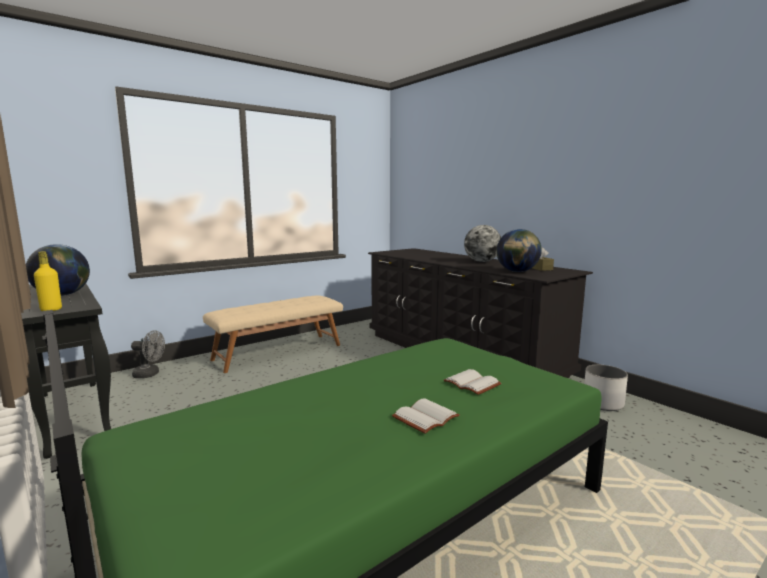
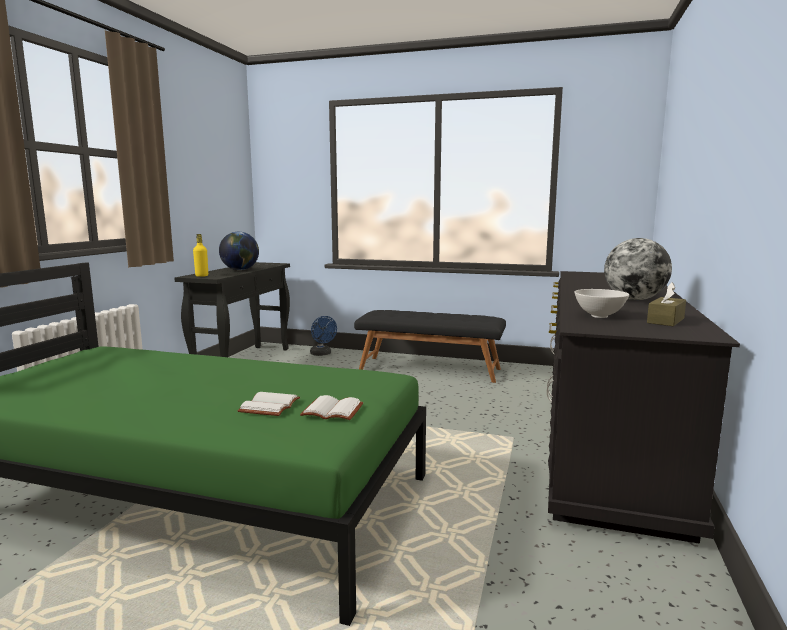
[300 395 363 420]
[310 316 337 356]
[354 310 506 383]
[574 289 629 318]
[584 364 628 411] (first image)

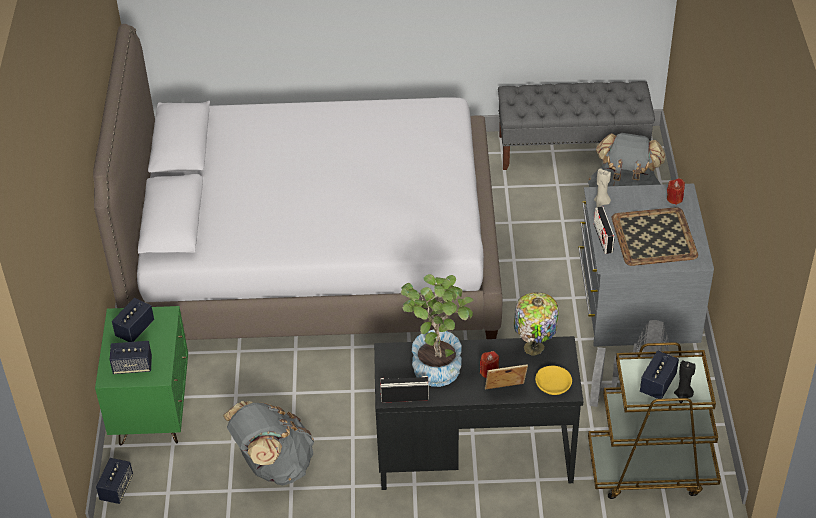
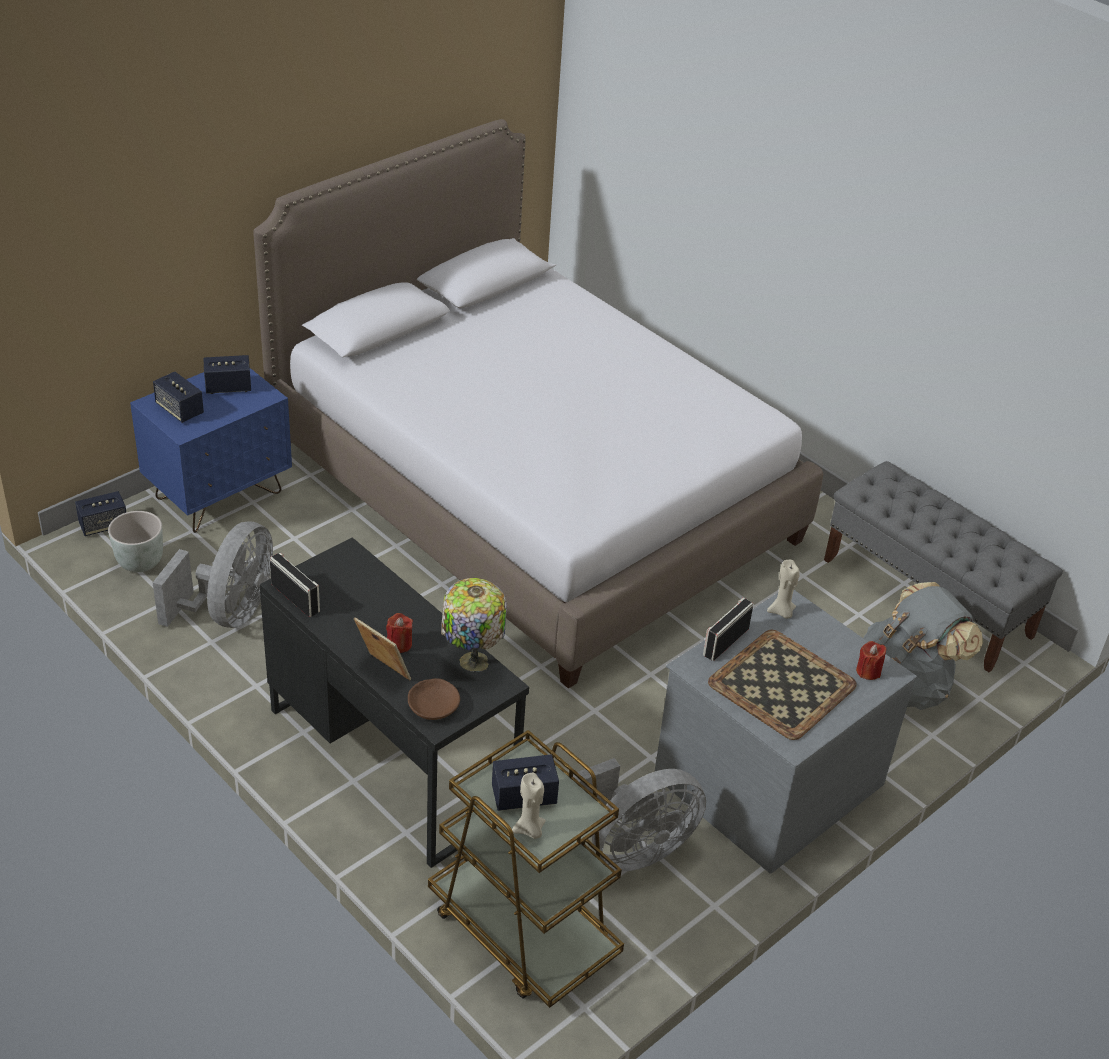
[108 511 163 572]
[130 368 292 533]
[153 521 273 628]
[408 678 460 720]
[512 773 546 839]
[401 274 473 387] (first image)

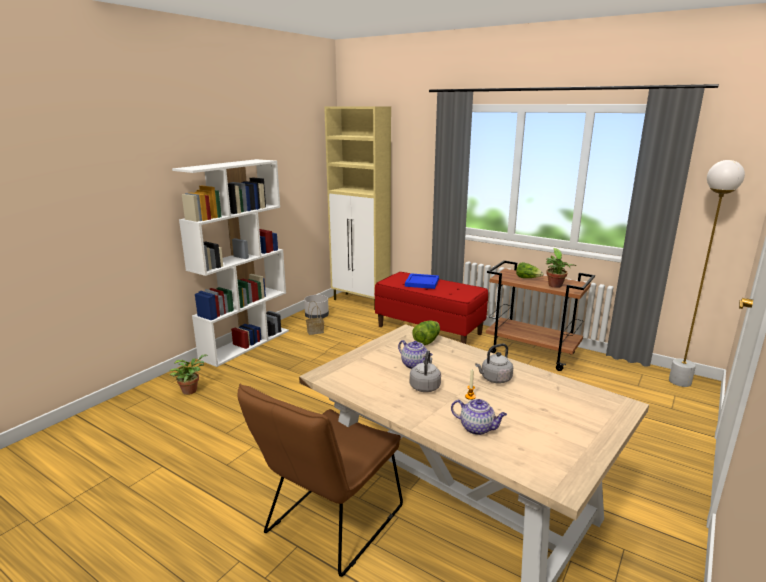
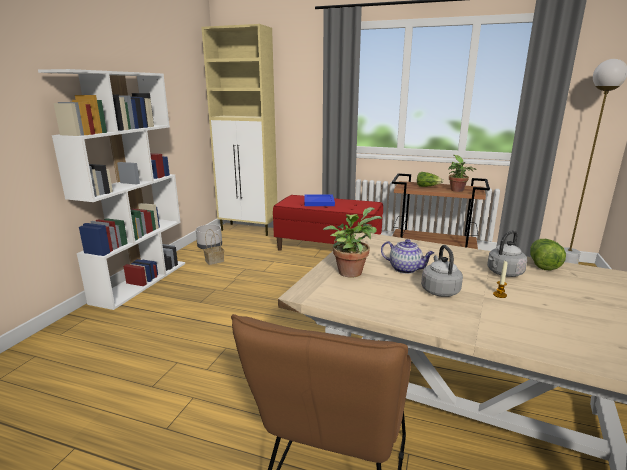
[323 207 382 278]
[530 239 566 271]
[451 399 507 435] (first image)

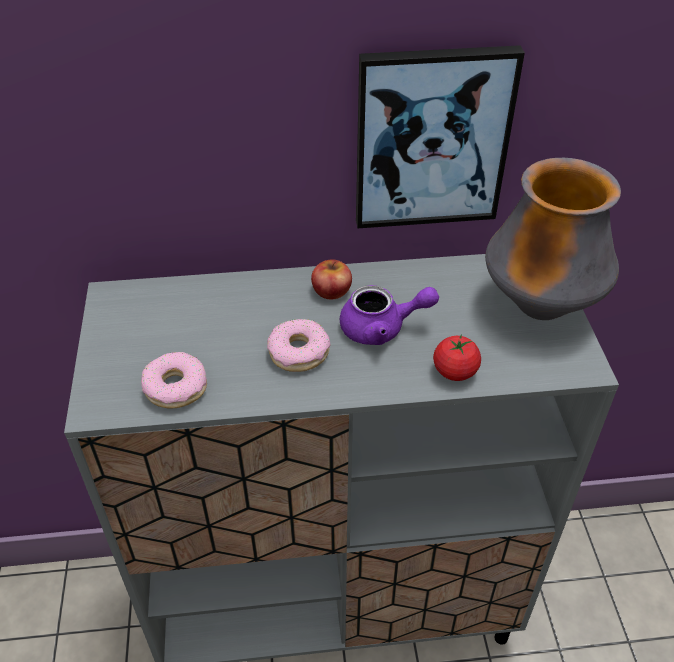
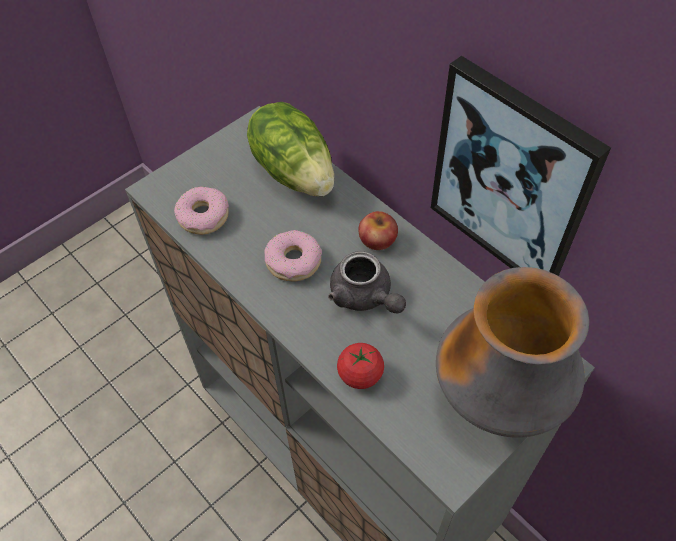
[247 102 334 196]
[328 251 406 313]

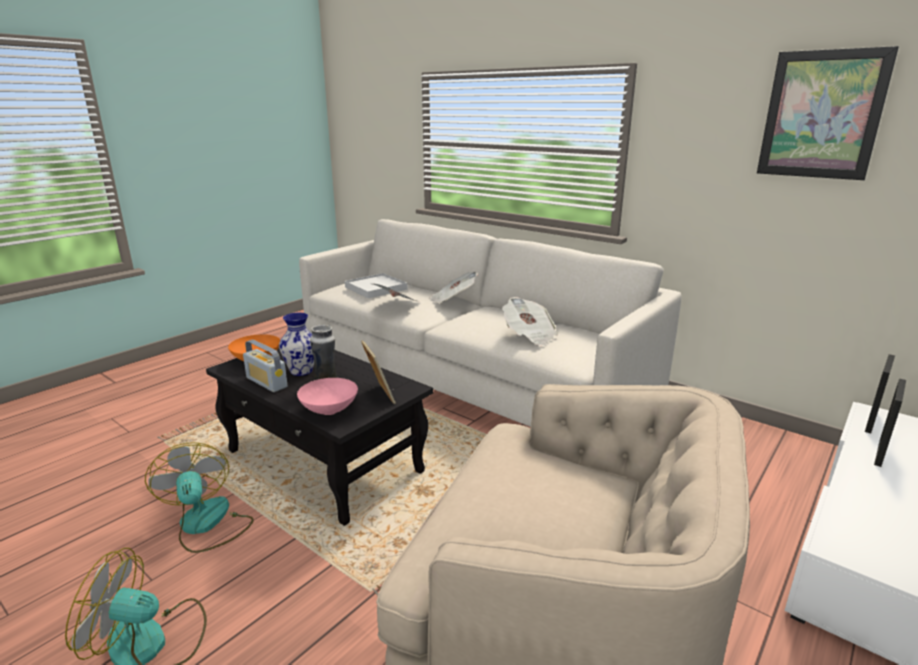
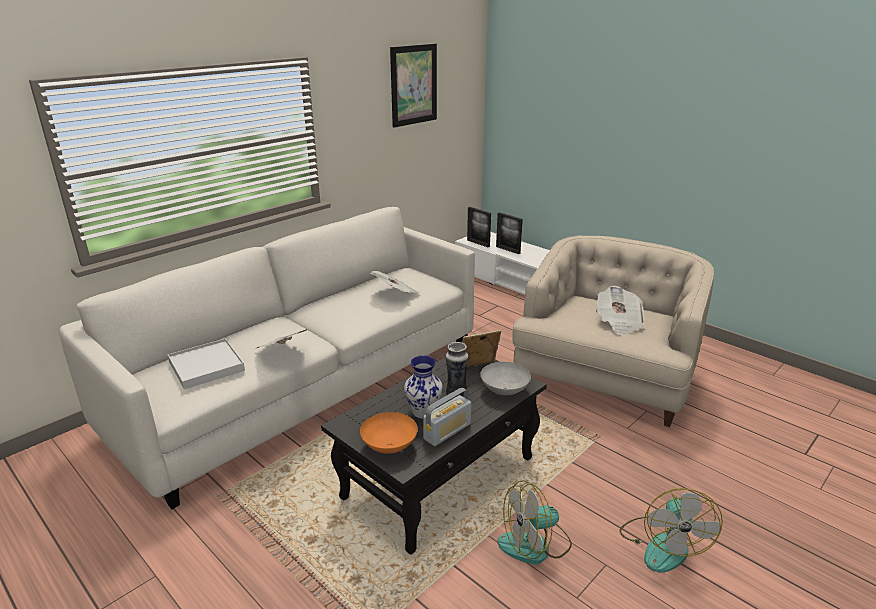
[480 362 531 395]
[596 286 644 335]

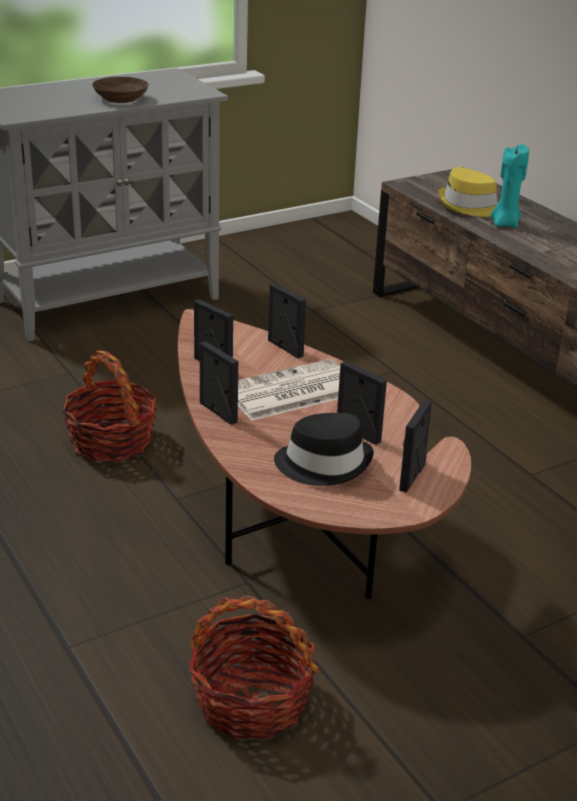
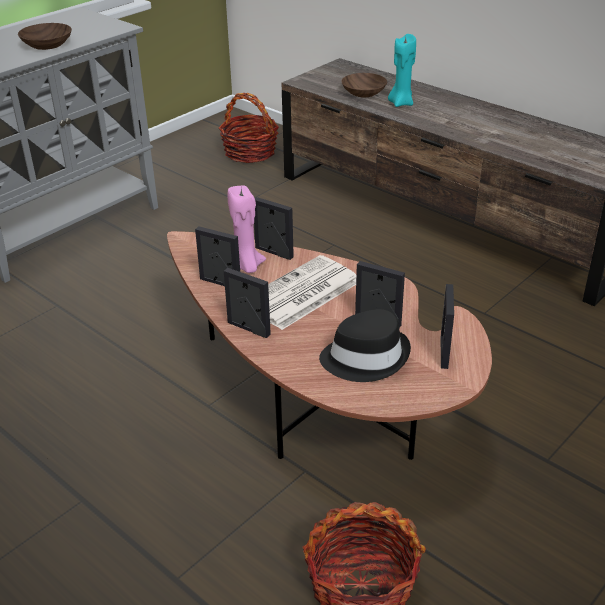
[219 93 279 163]
[227 185 266 273]
[341 73 387 97]

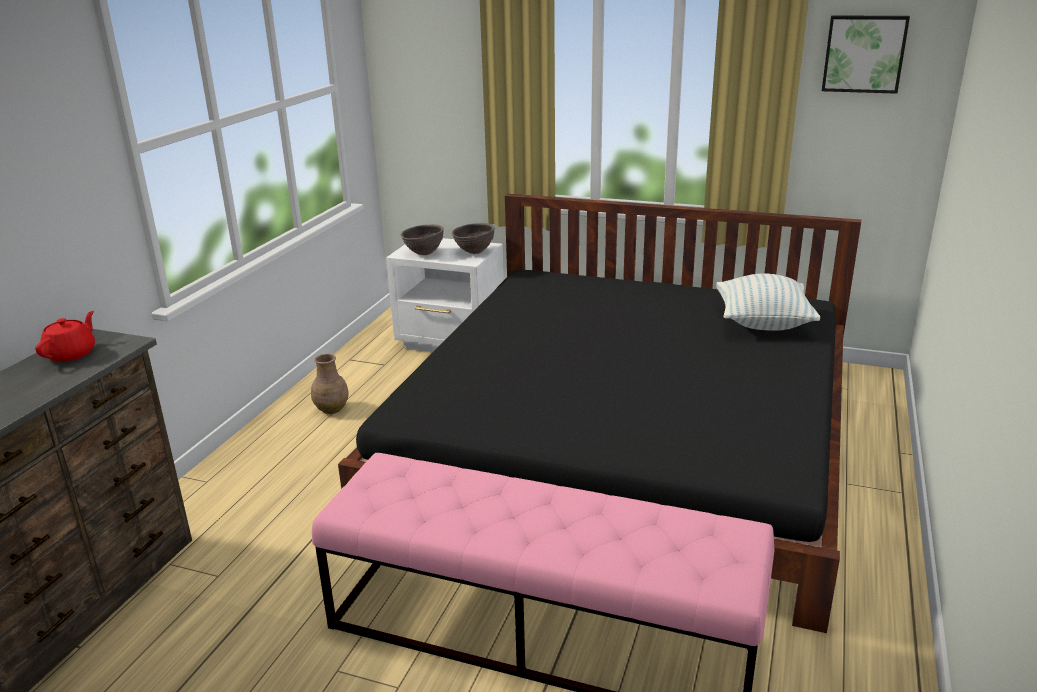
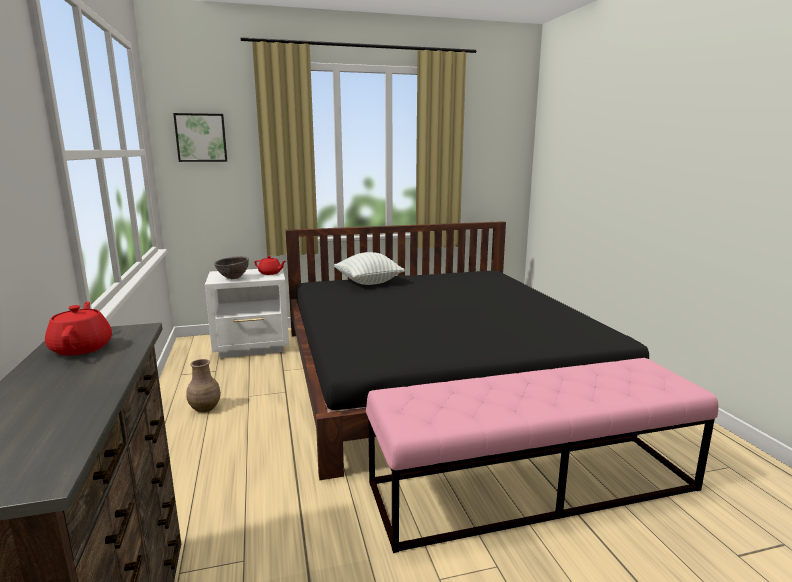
[173 113 227 162]
[254 256 286 275]
[334 252 405 285]

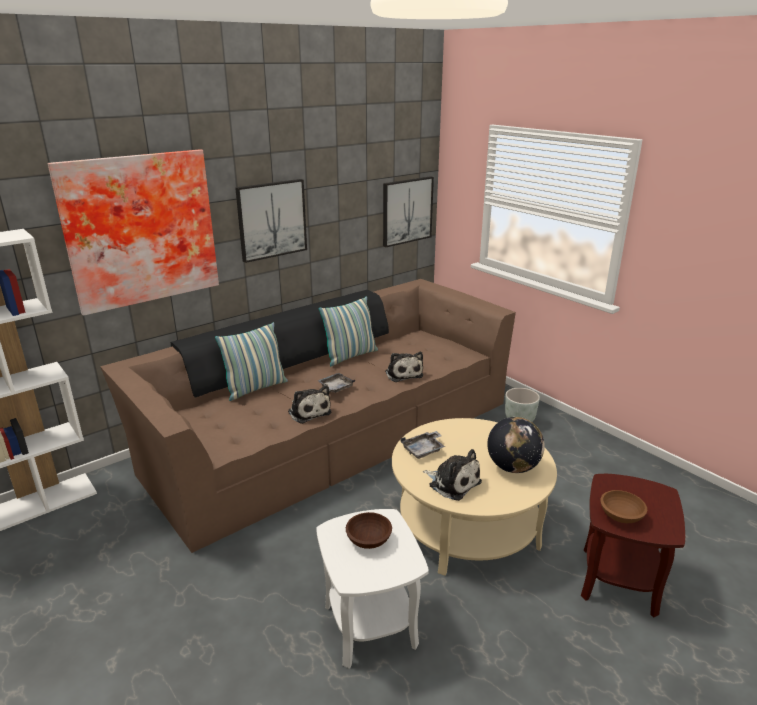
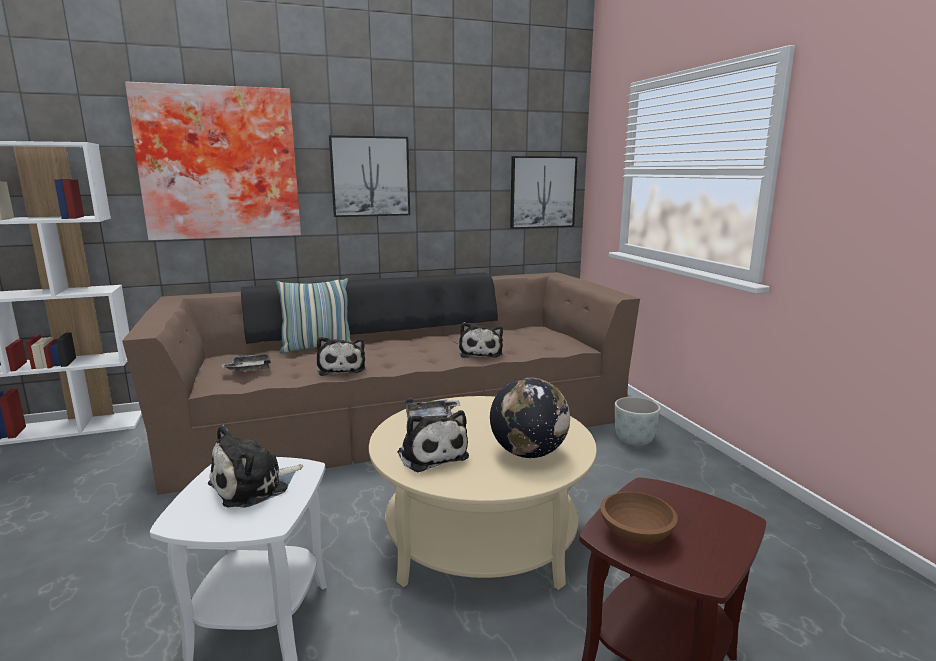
[208 425 303 508]
[222 354 271 371]
[319 296 378 366] (first image)

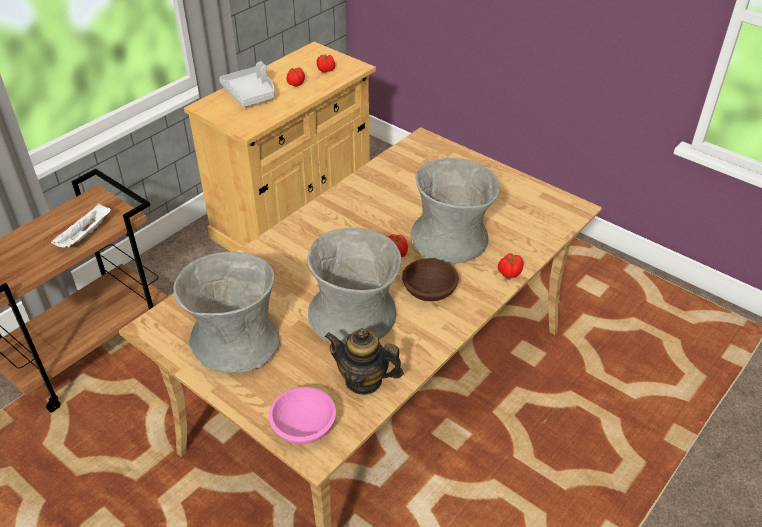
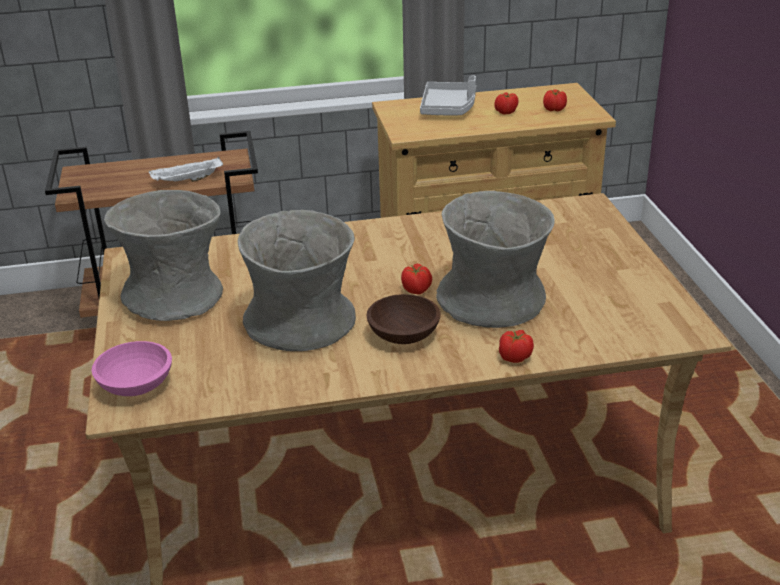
[325 328 404 395] (first image)

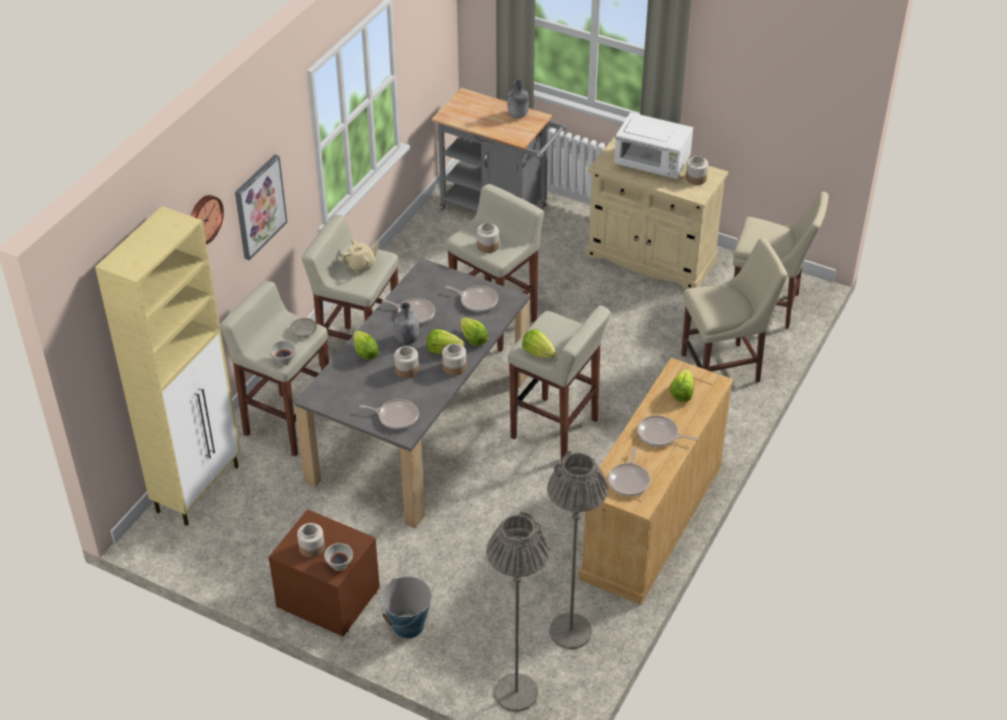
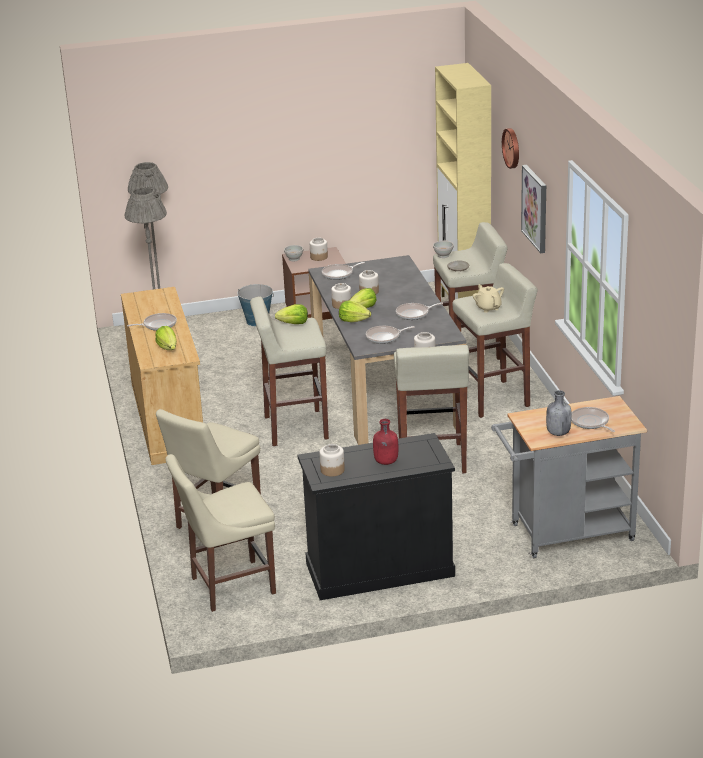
[297 433 455 600]
[373 419 398 465]
[473 284 504 313]
[571 407 615 432]
[354 330 379 360] (first image)
[394 302 419 344] (first image)

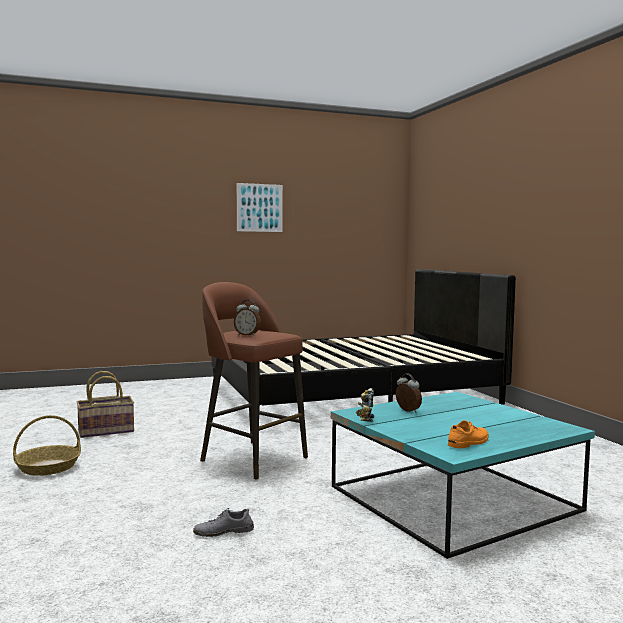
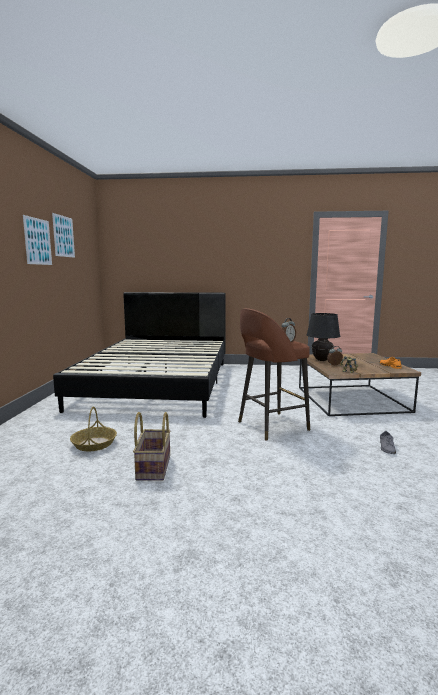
[52 213 75 258]
[70 407 117 451]
[299 353 421 416]
[306 313 340 361]

